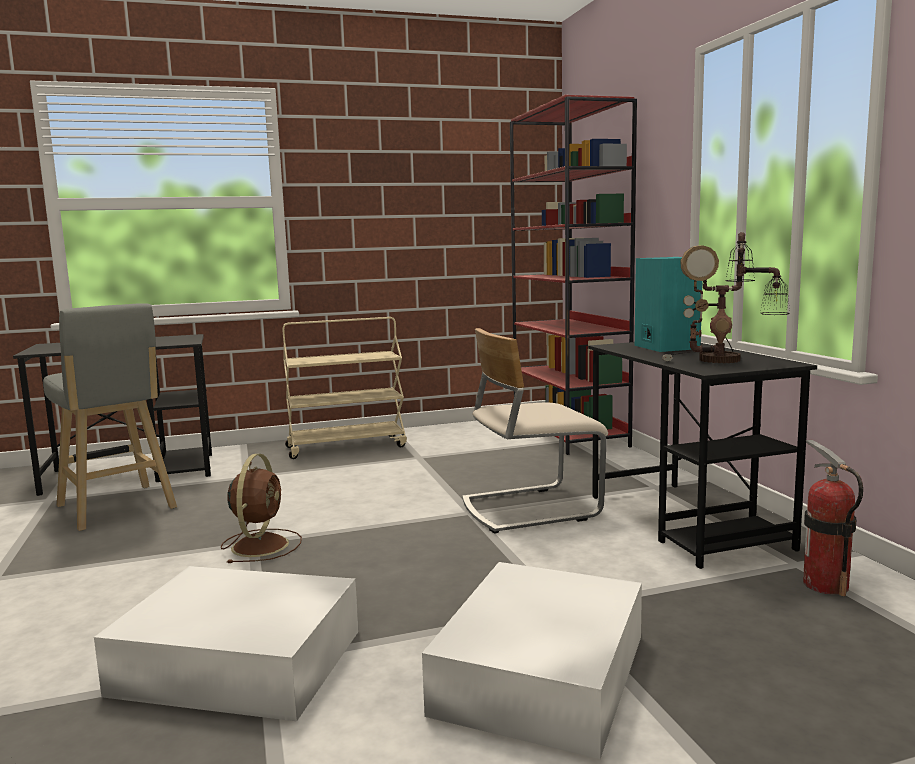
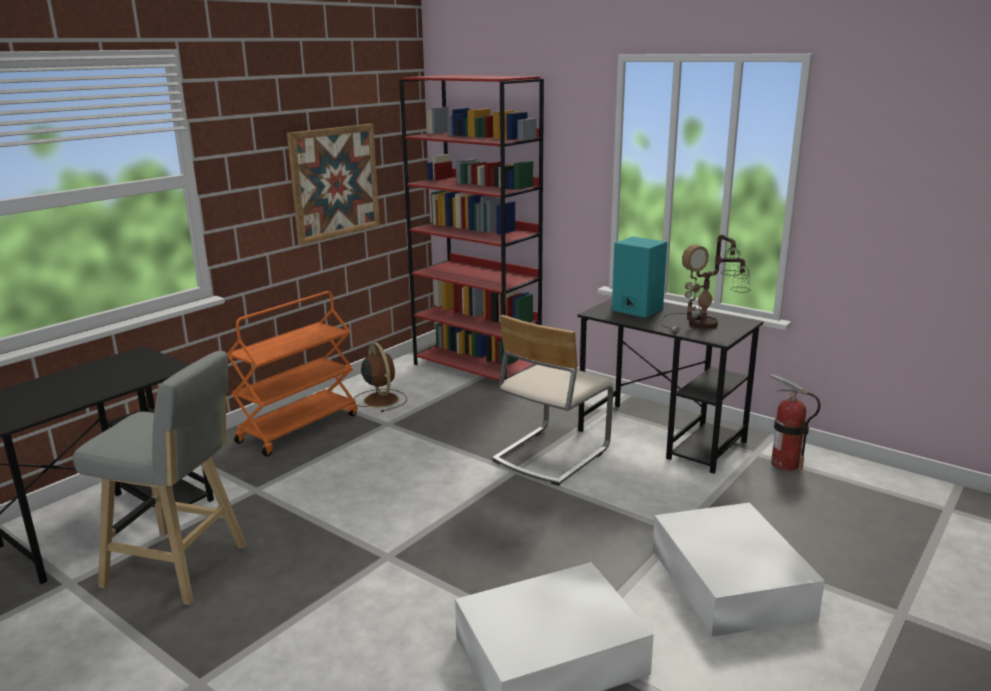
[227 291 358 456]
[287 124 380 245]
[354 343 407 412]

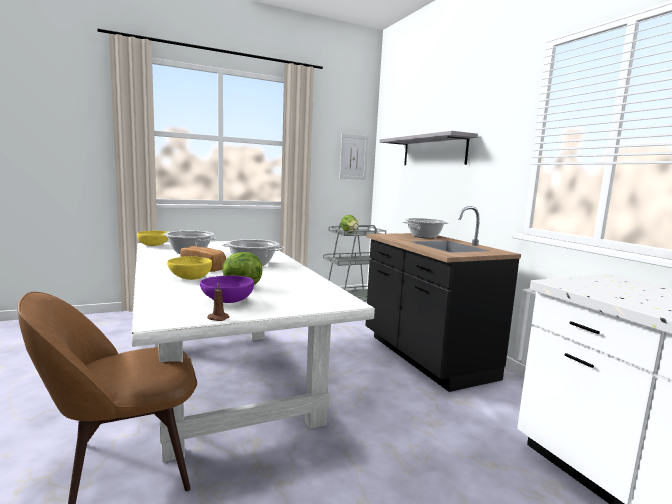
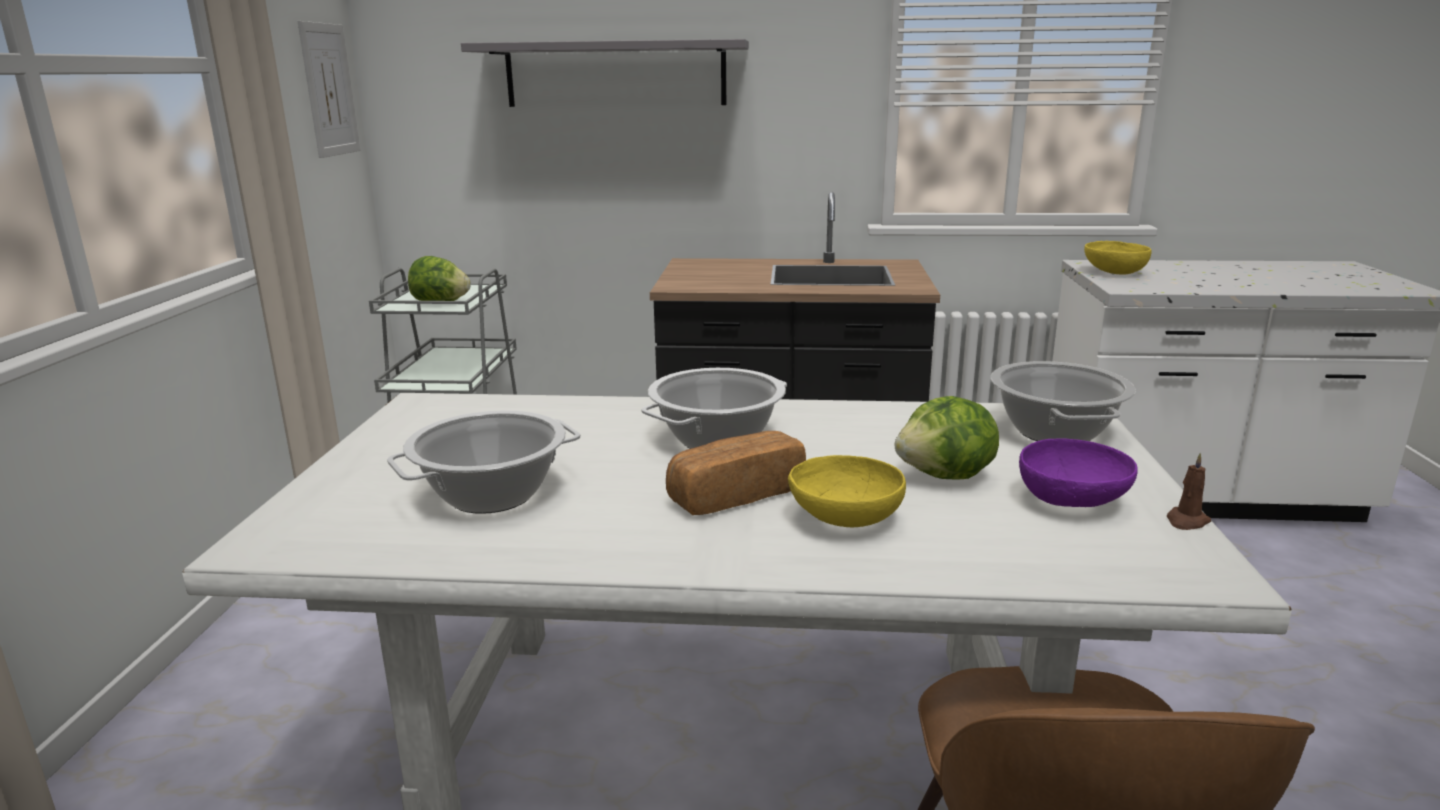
[991 361 1136 441]
[1084 241 1152 275]

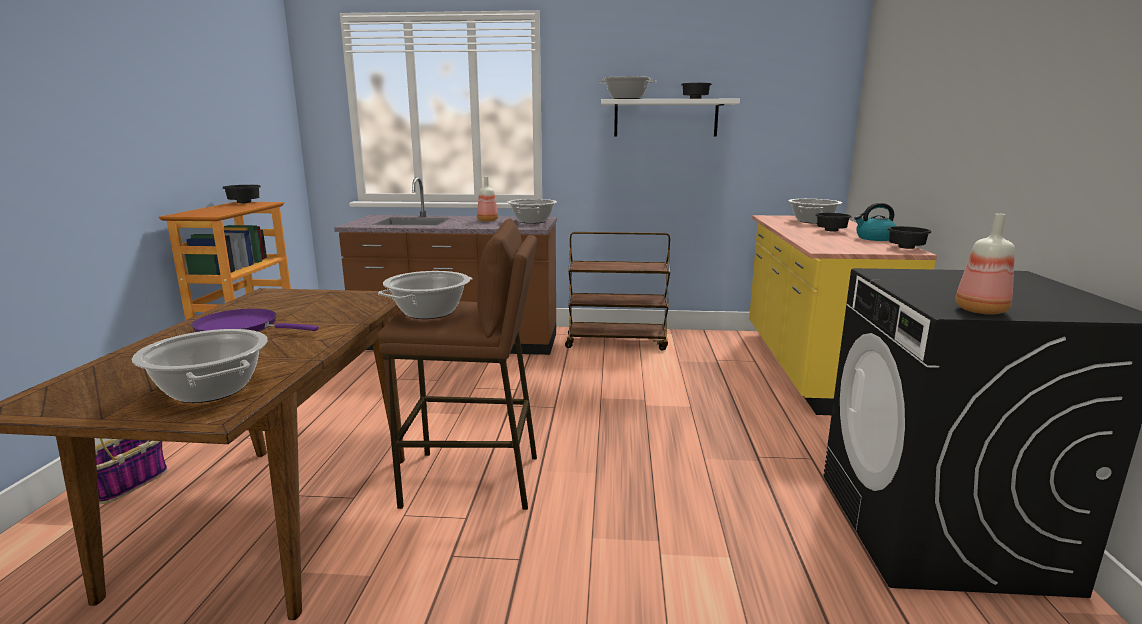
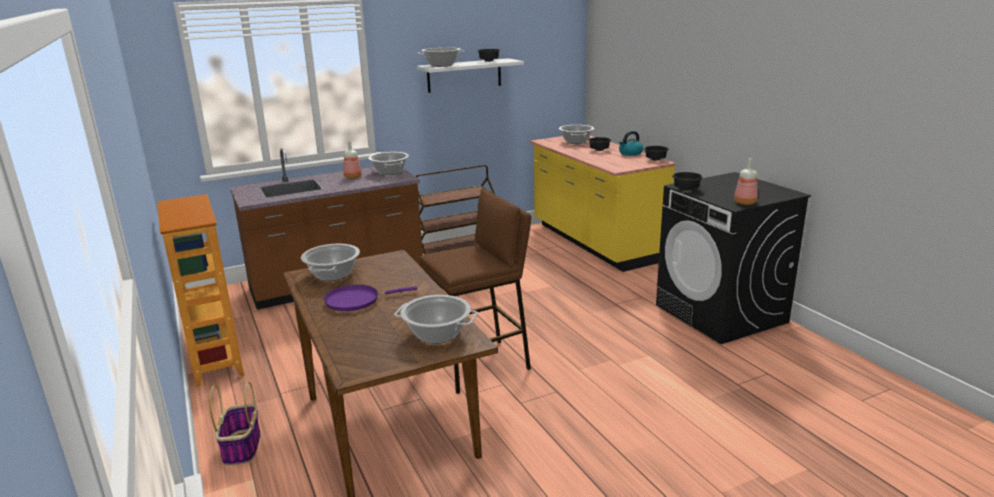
[301 244 360 281]
[672 172 703 190]

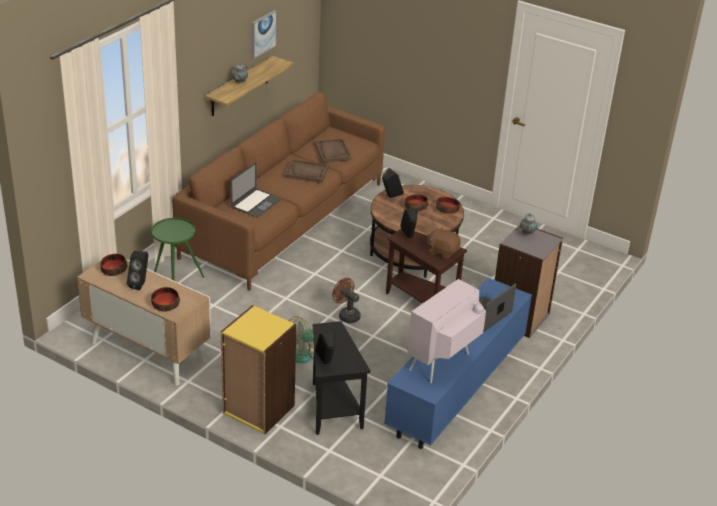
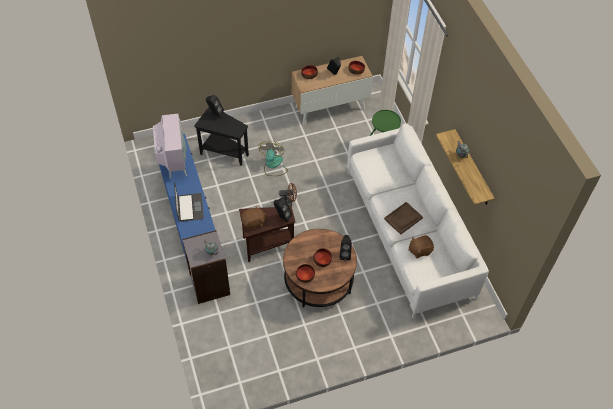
[347 123 489 318]
[408 235 434 258]
[221 305 296 434] (first image)
[231 162 282 218] (first image)
[252 10 277 59] (first image)

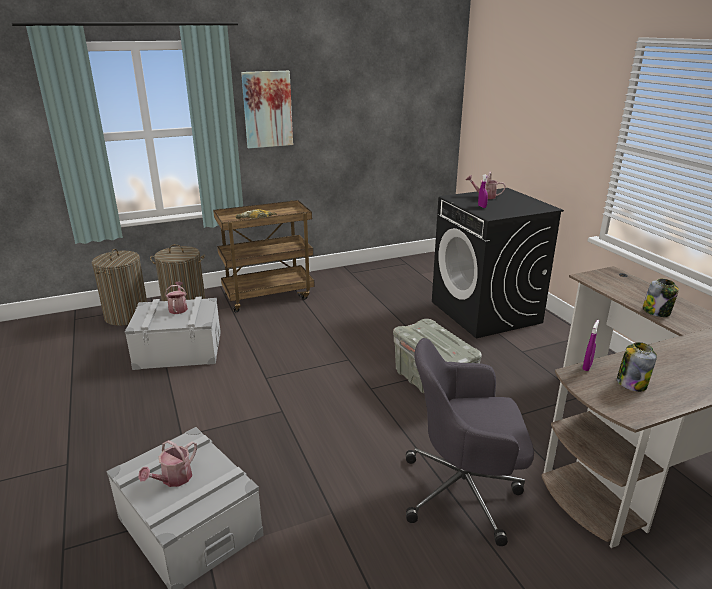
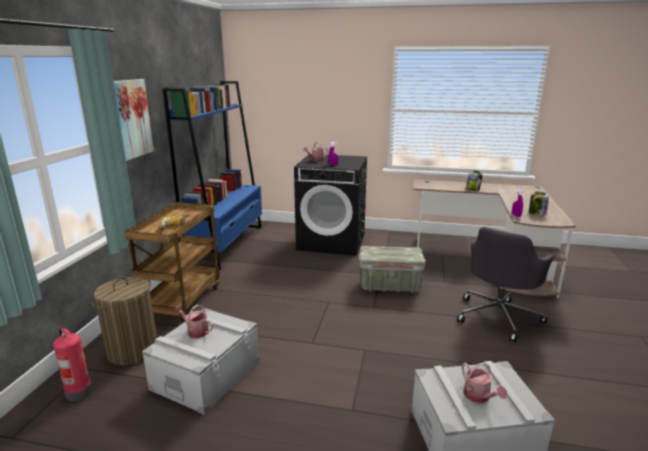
[53 327 92 401]
[163 81 262 270]

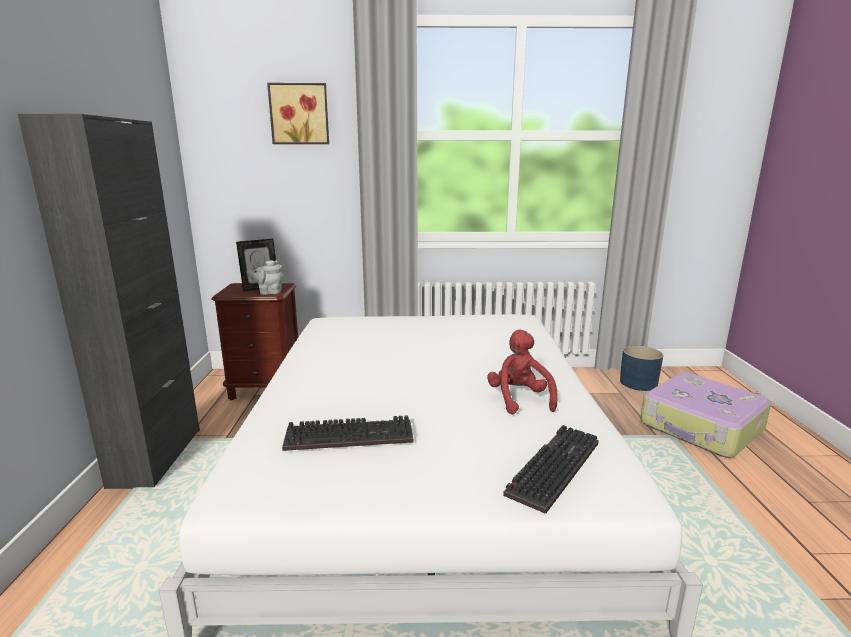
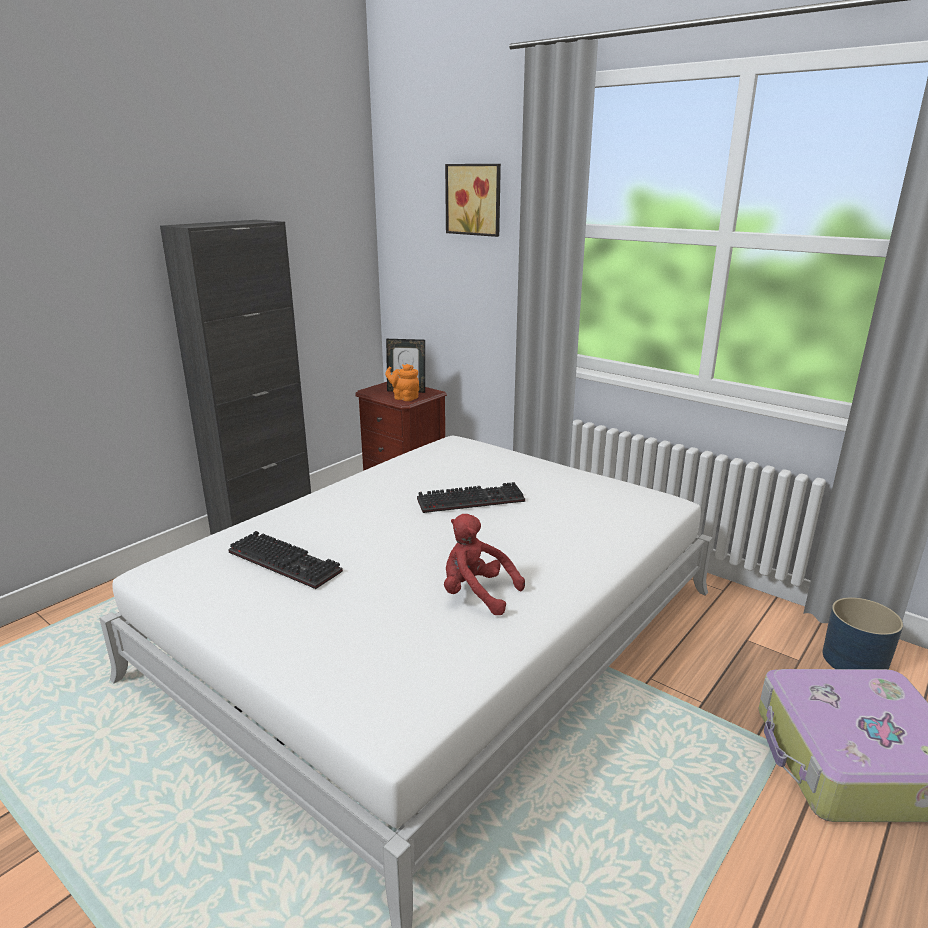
[385 364 419 401]
[417 482 525 513]
[444 514 525 615]

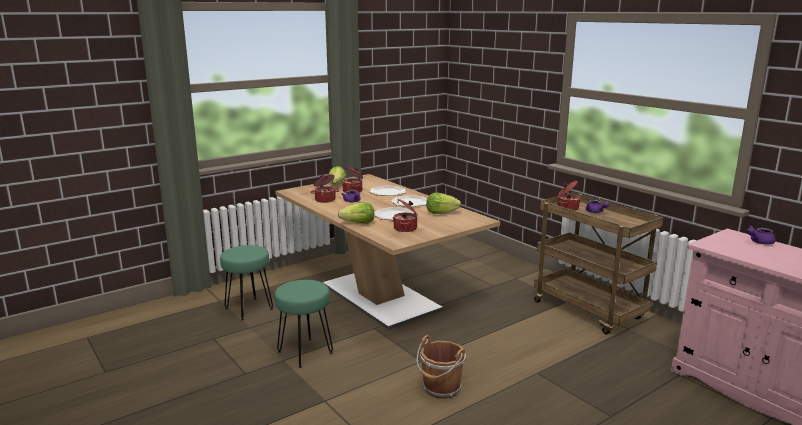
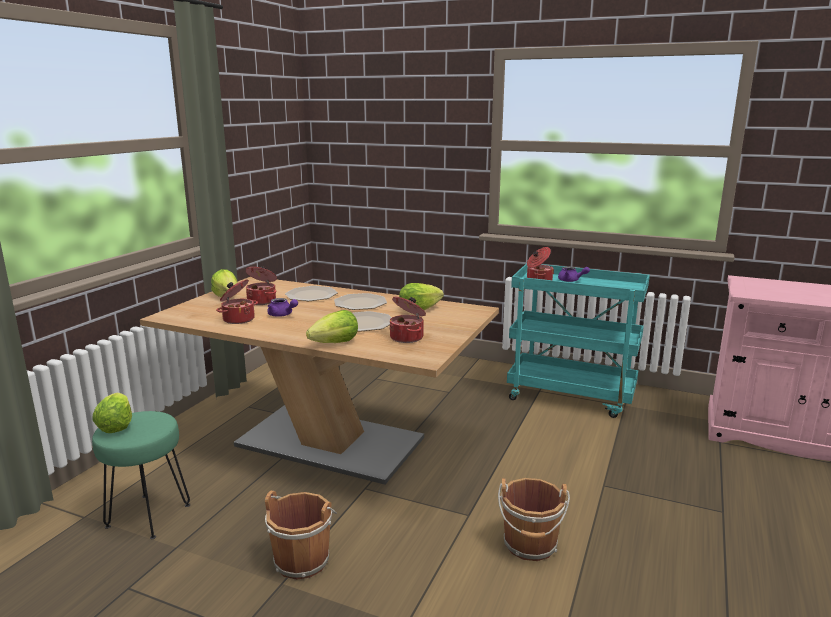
[92 393 132 433]
[265 491 337 580]
[507 263 650 418]
[747 225 776 245] (first image)

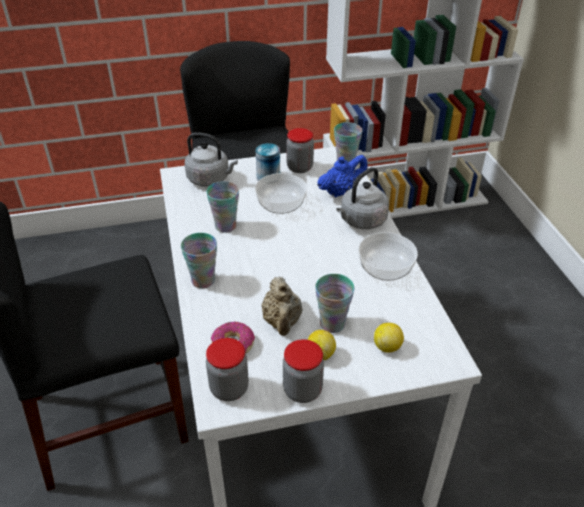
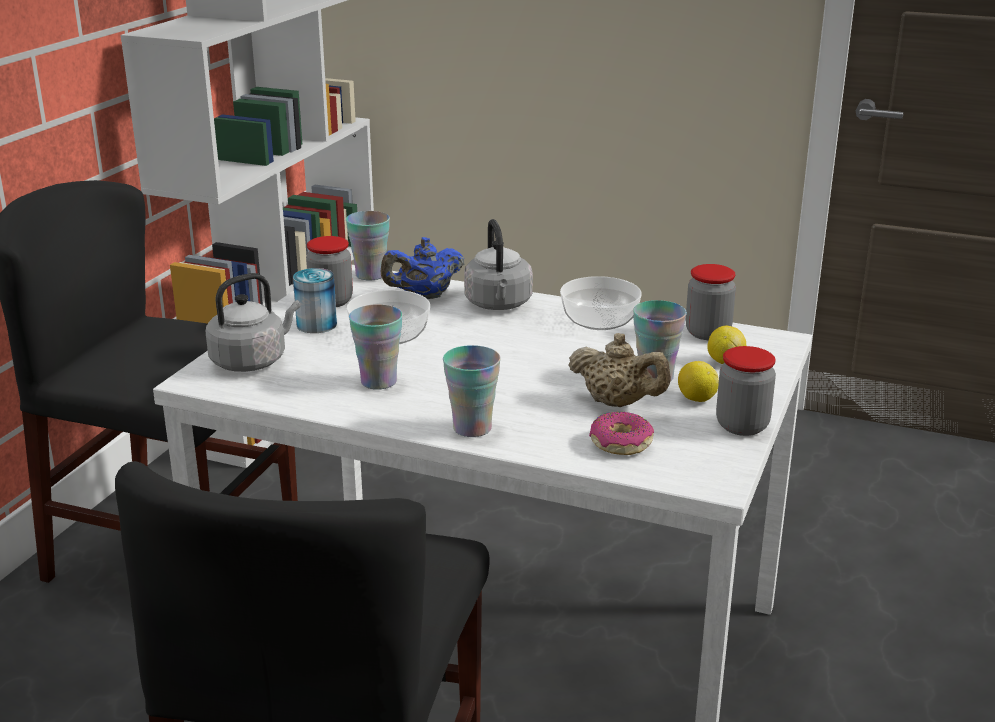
[381 237 465 299]
[686 264 736 340]

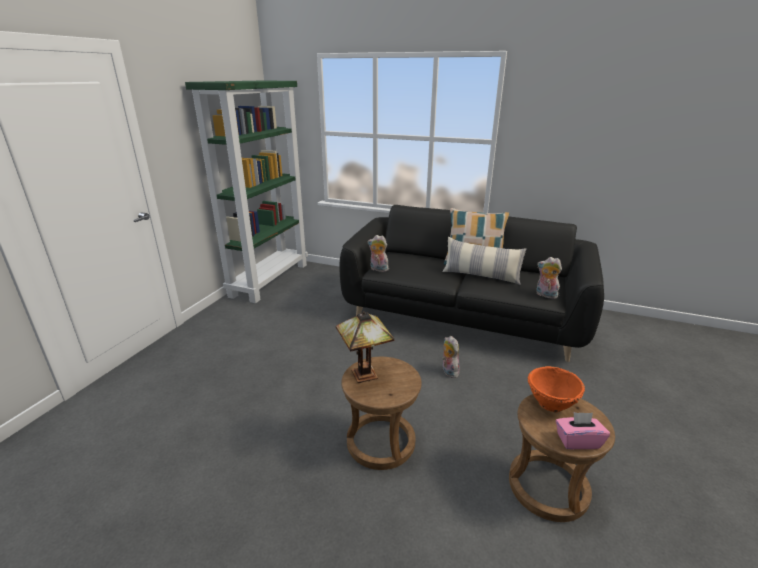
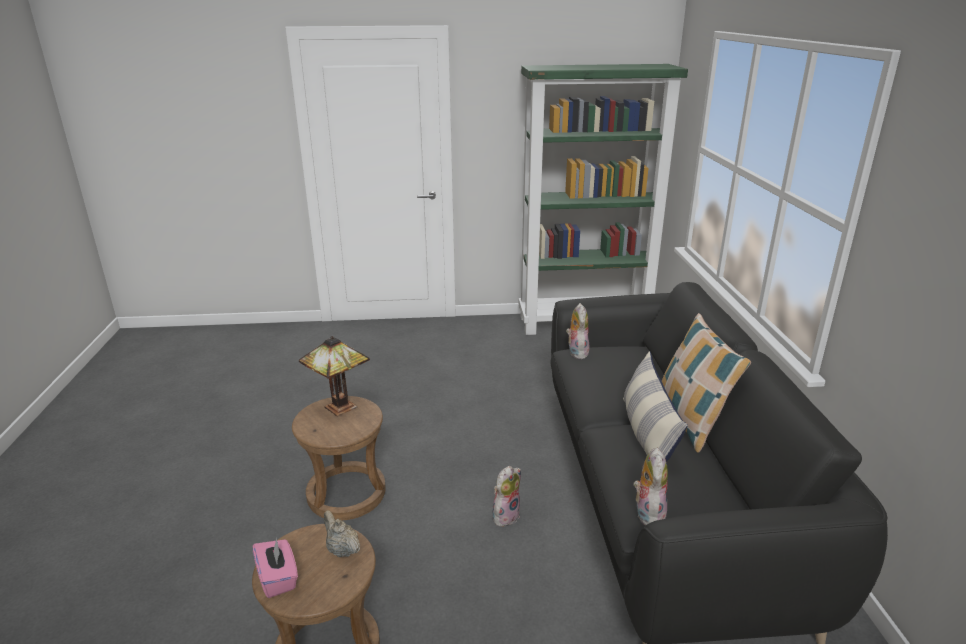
[324 510 360 557]

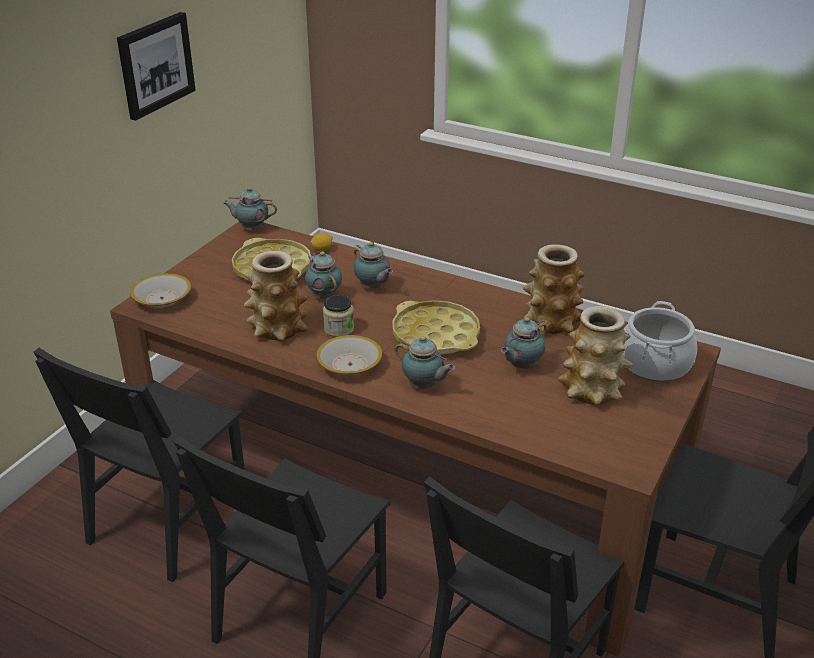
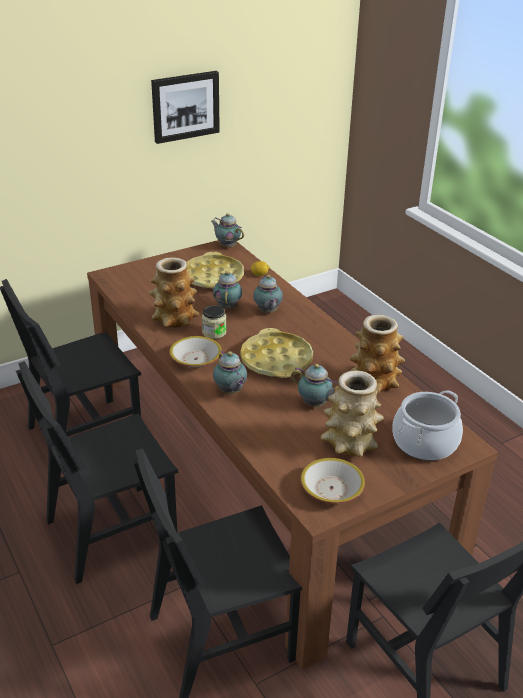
[291 364 338 407]
[301 458 365 504]

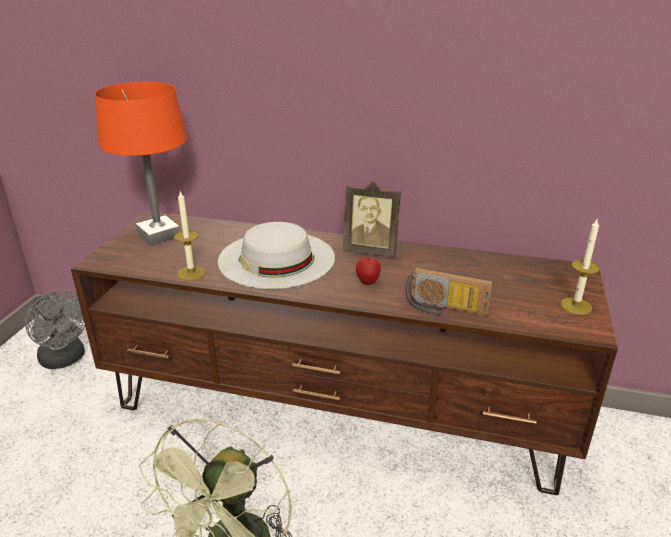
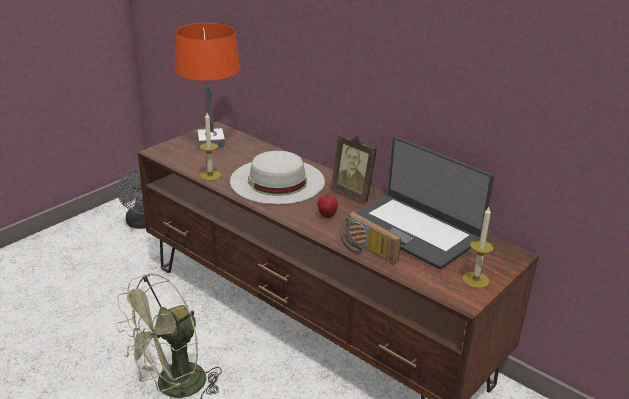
[346 136 494 269]

